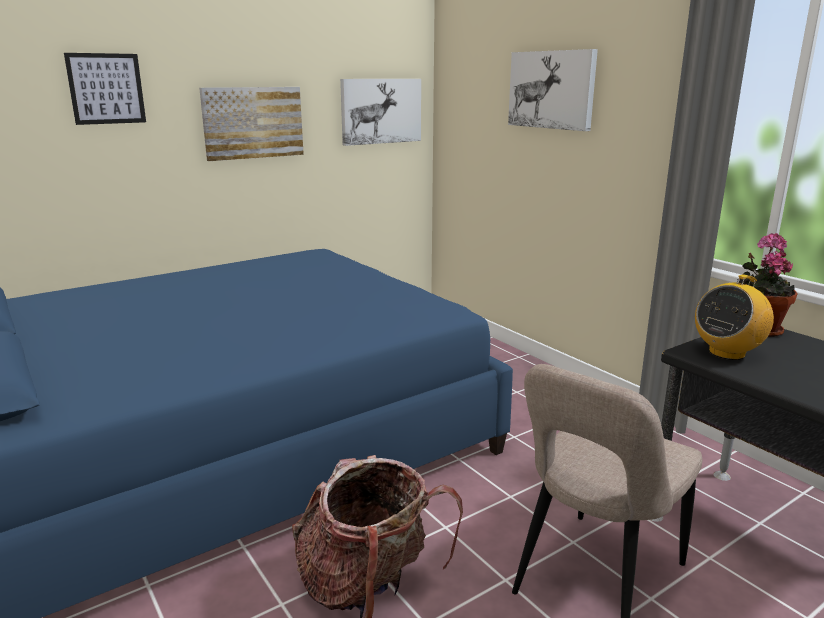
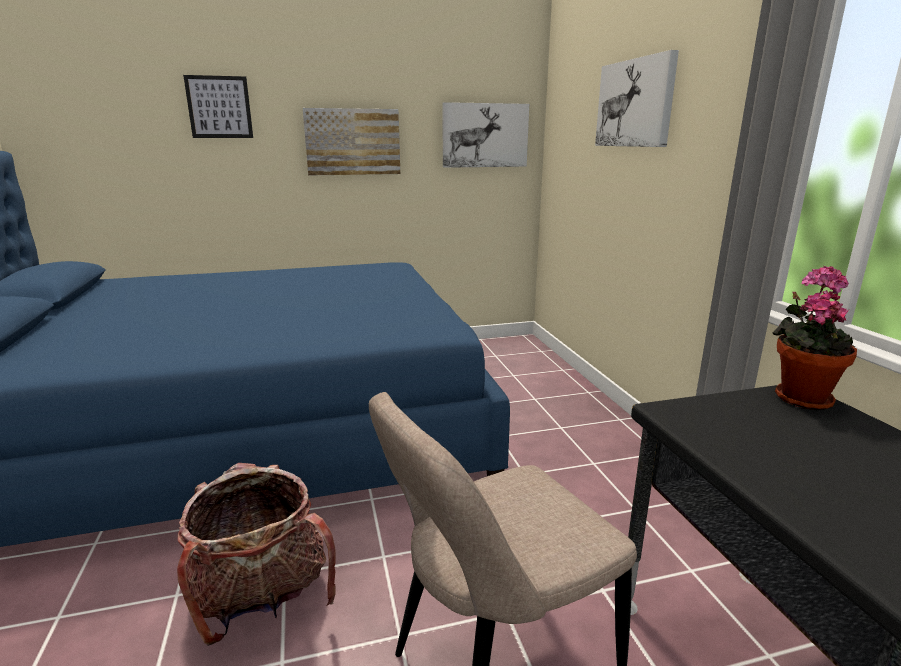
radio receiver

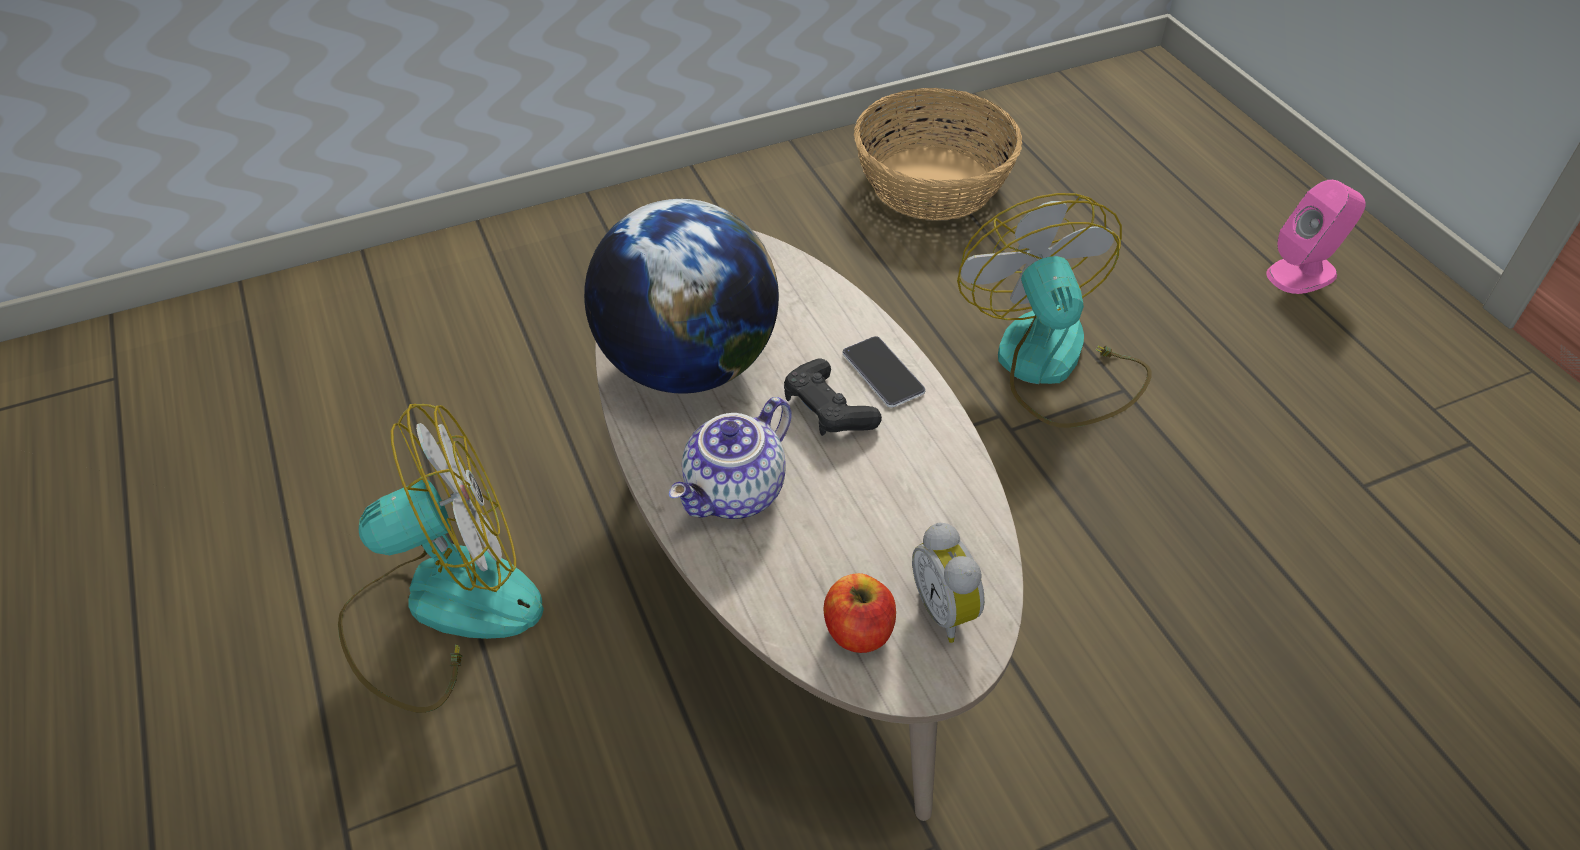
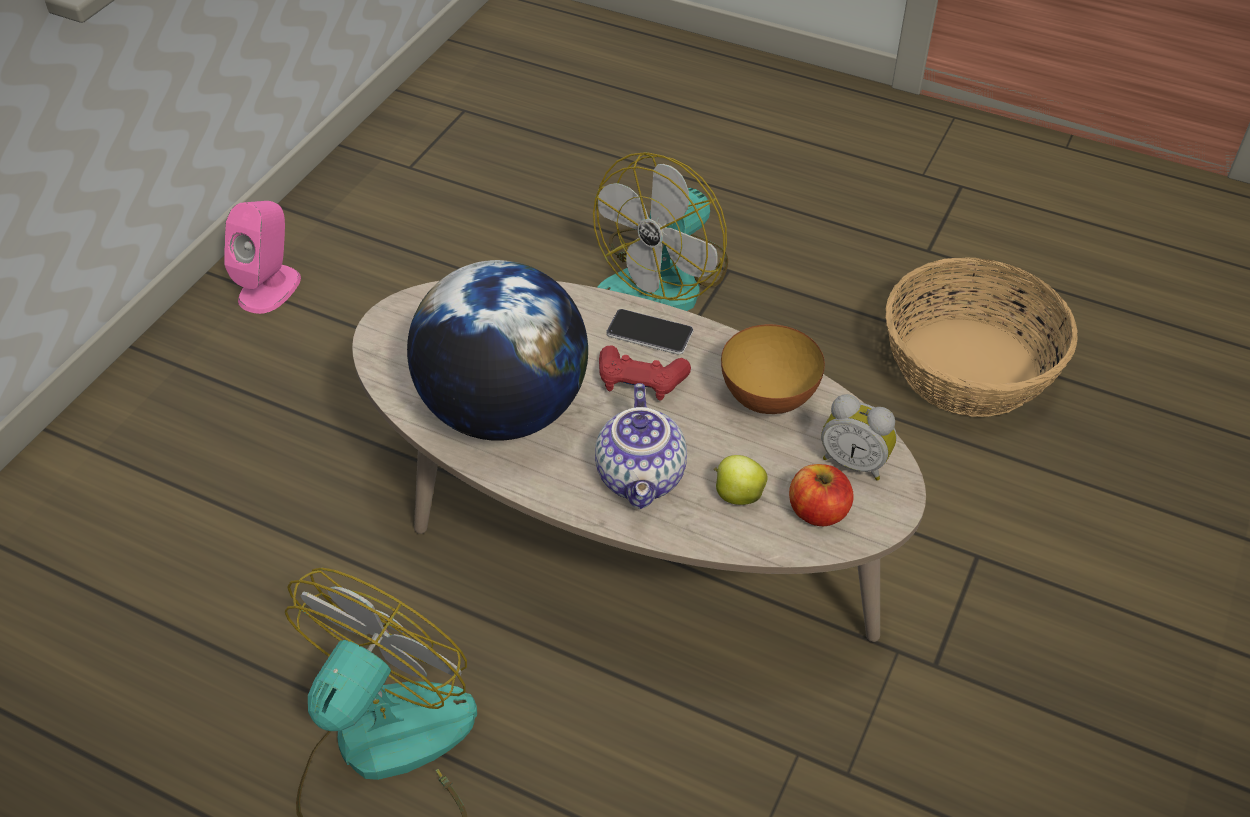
apple (1st from left)
deep dish
household basket
pink audio speaker
red game controller
electric fan (2nd from left)

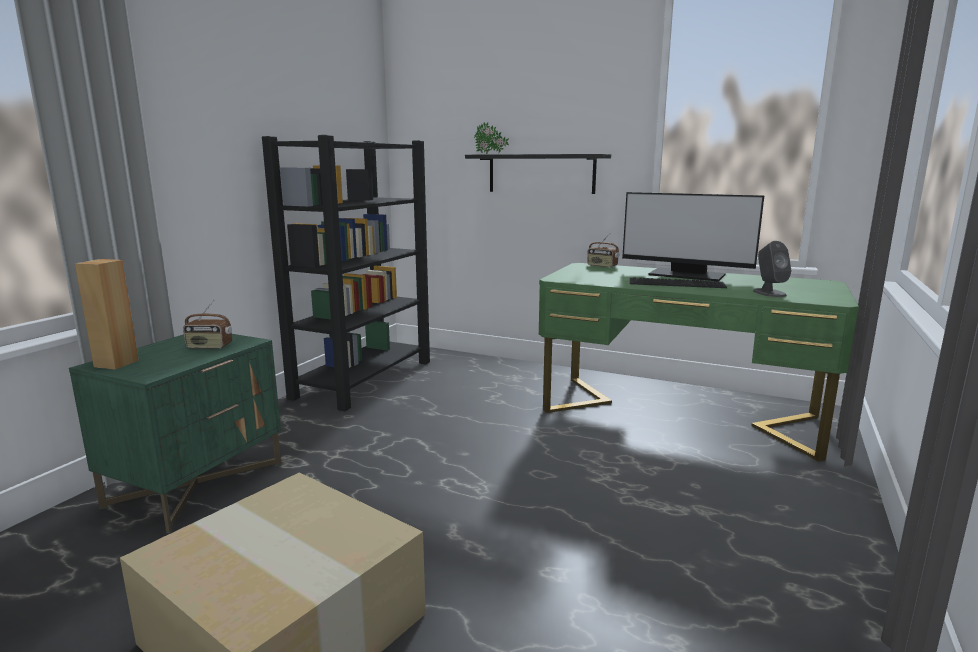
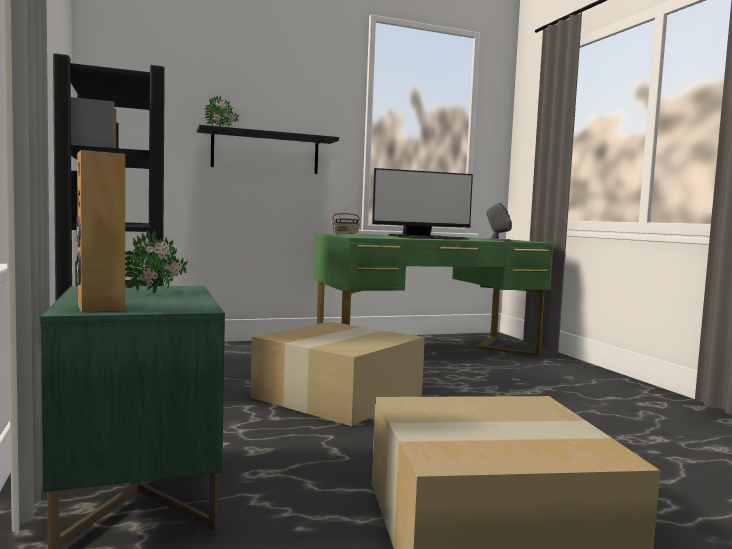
cardboard box (1st from left)
houseplant (1st from left)

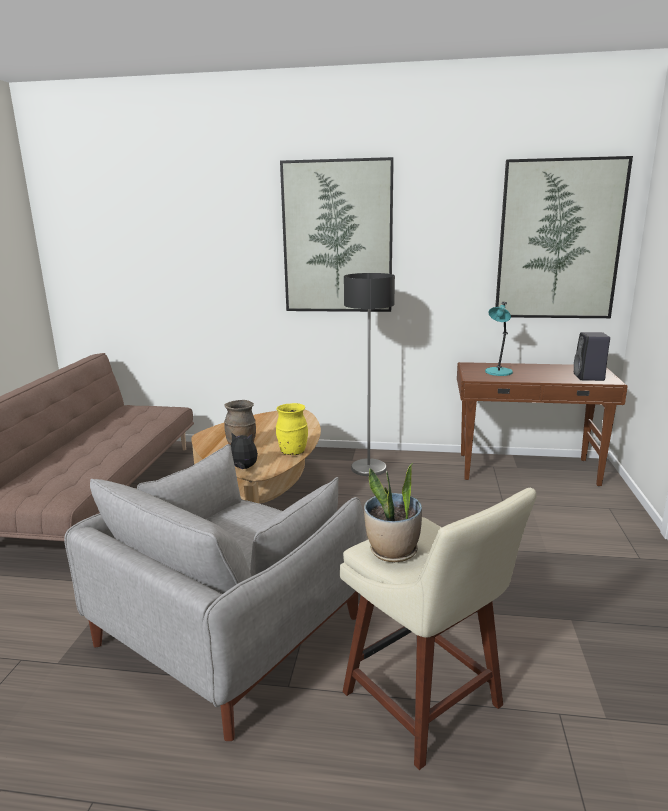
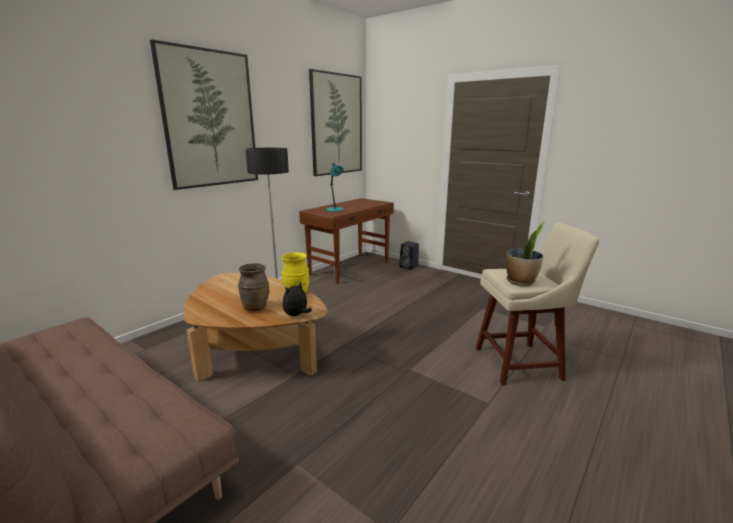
greyish armchair
blackish audio speaker

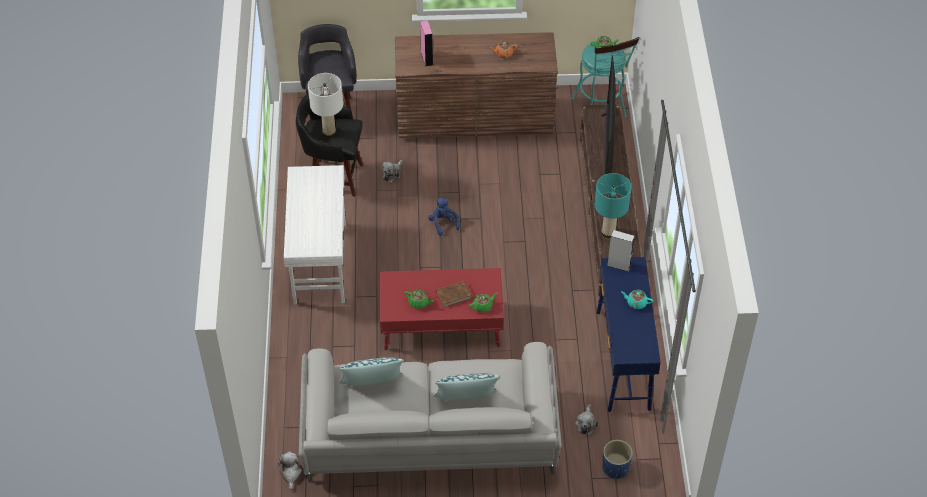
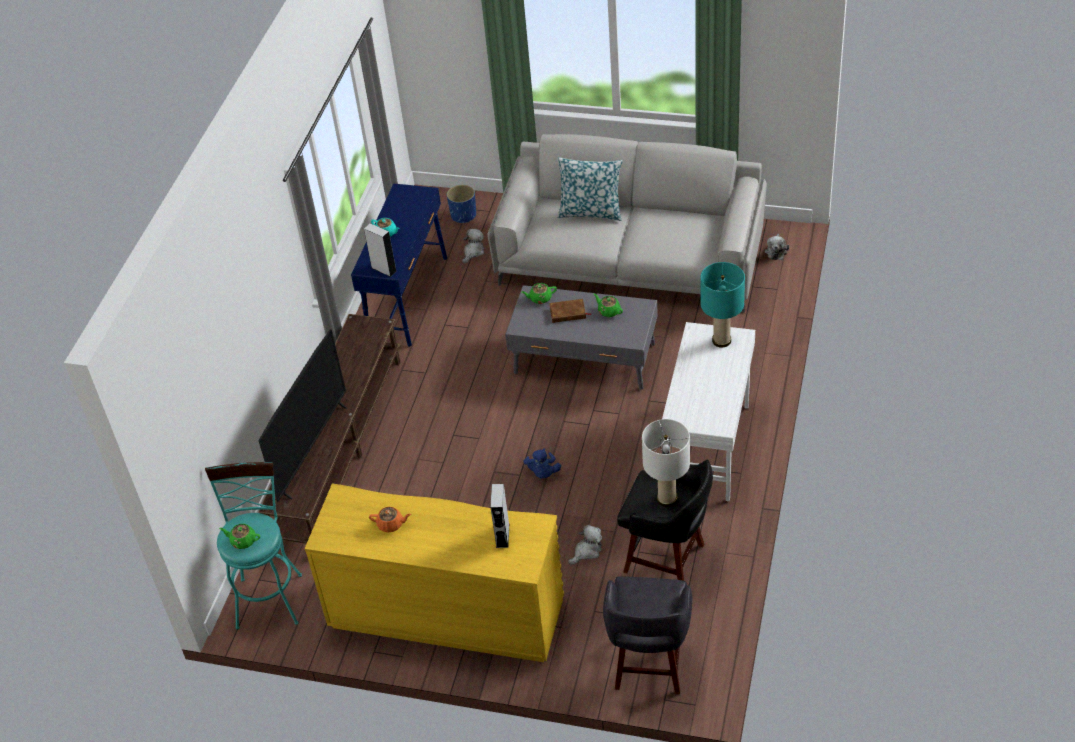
cushion (1st from left in the first image)
turquoise-coloured tabletop lamp
greyish low table
yellowish chest of drawers
greyish audio speaker (2nd from left)

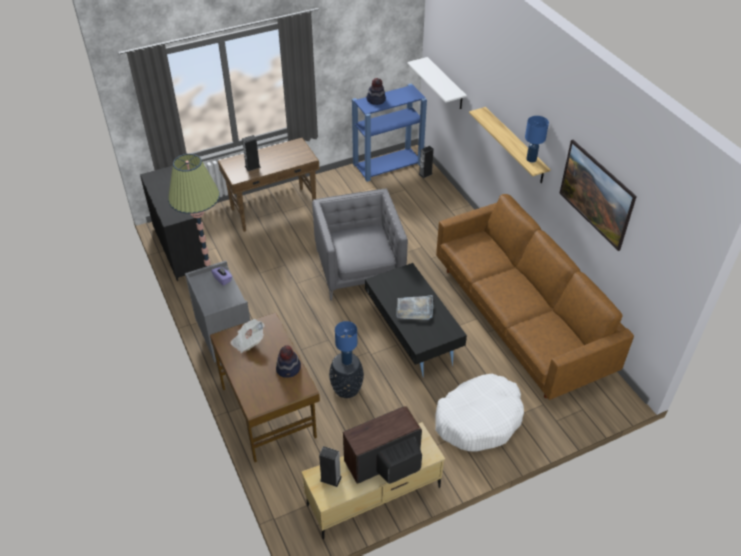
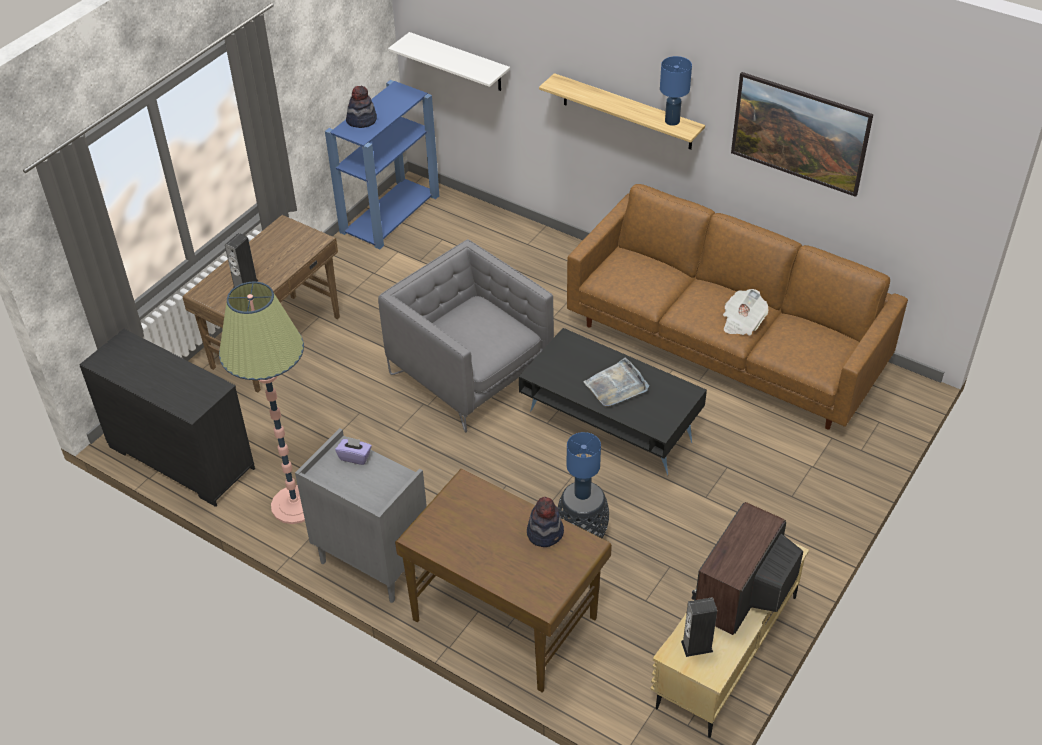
audio speaker (3rd from left in the first image)
white-coloured dog bed
daily paper

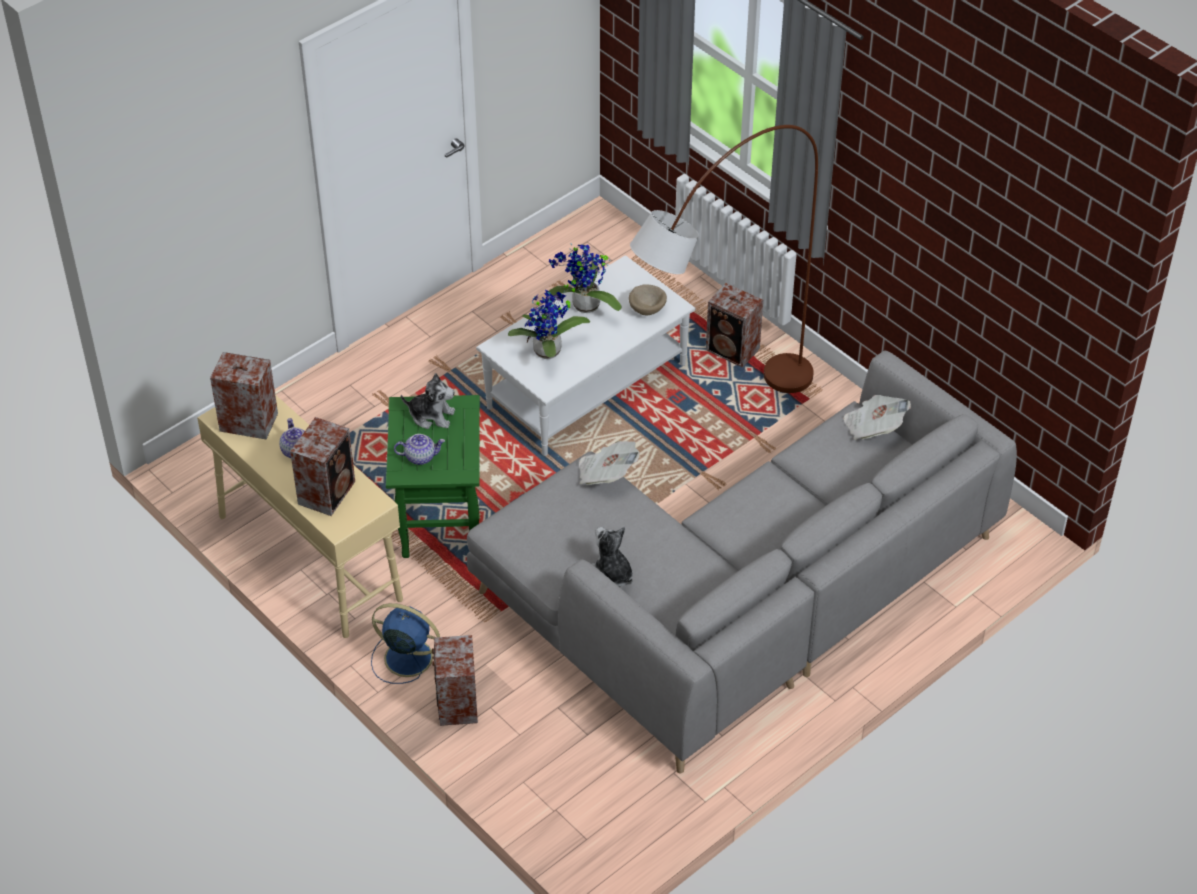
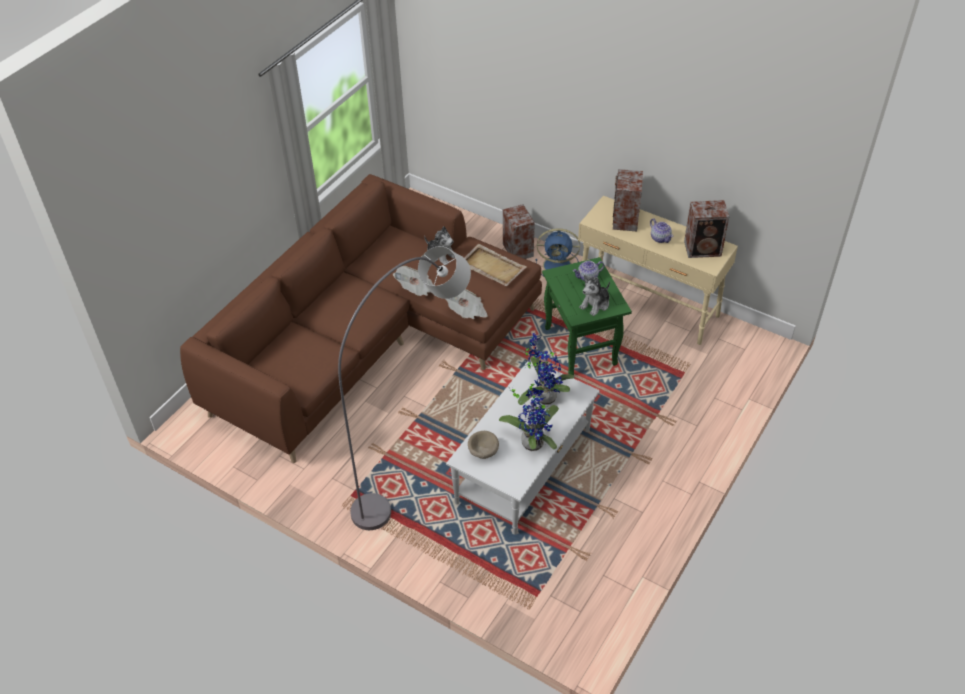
audio speaker (4th from left in the first image)
beige serving tray
daily paper (1st from left)
brown sofa
greyish standard lamp
plush toy (2nd from left)

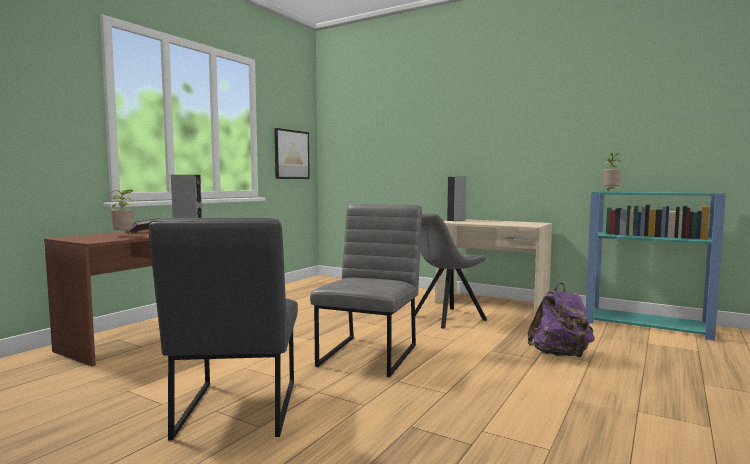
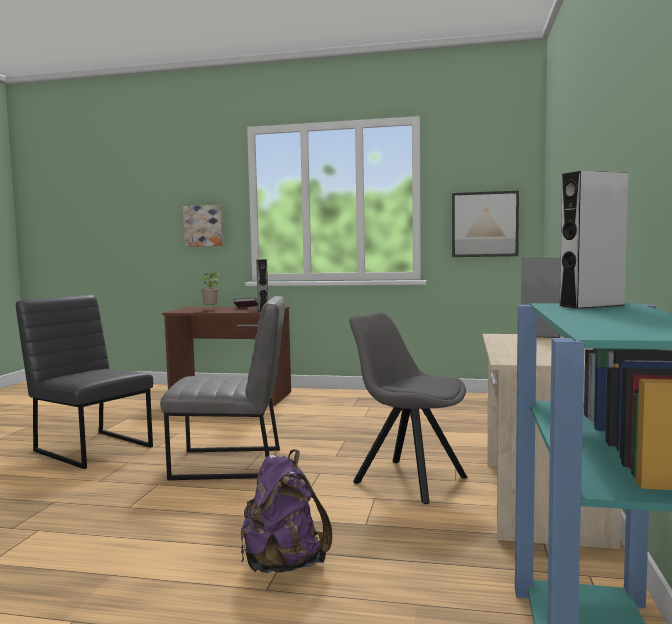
wall art (1st from left)
greyish audio speaker (3rd from left)
greyish plain chair (1st from left)

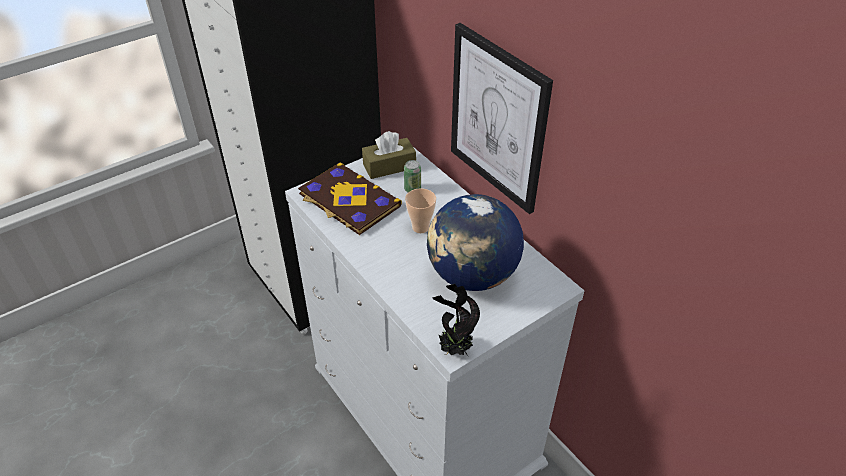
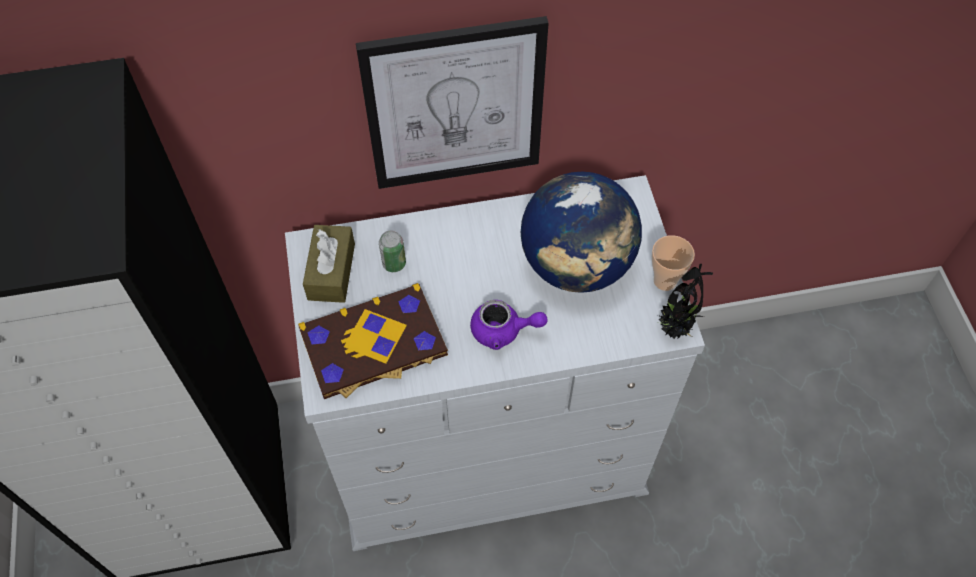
purple-coloured tea pot
cup

